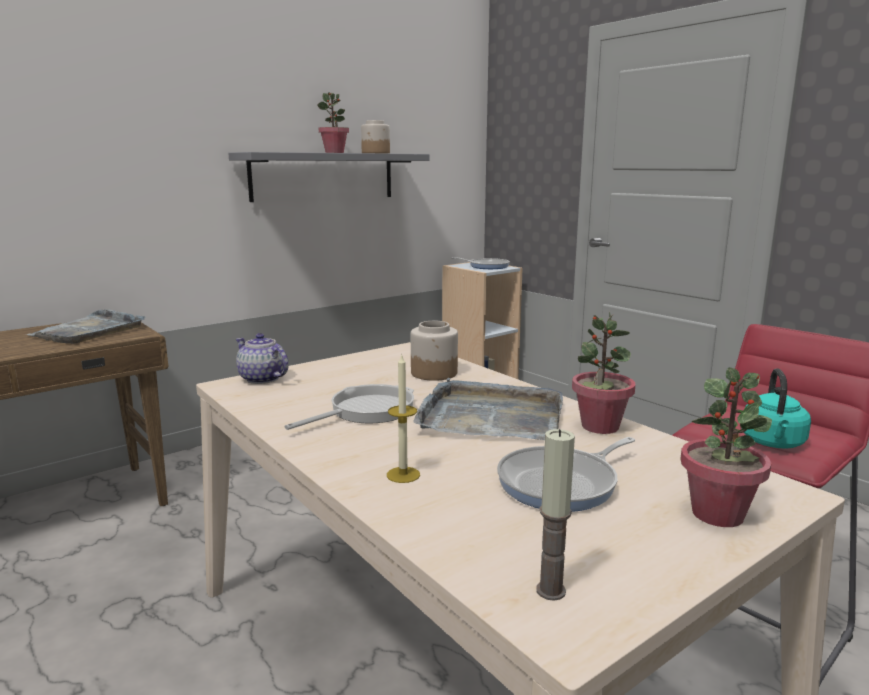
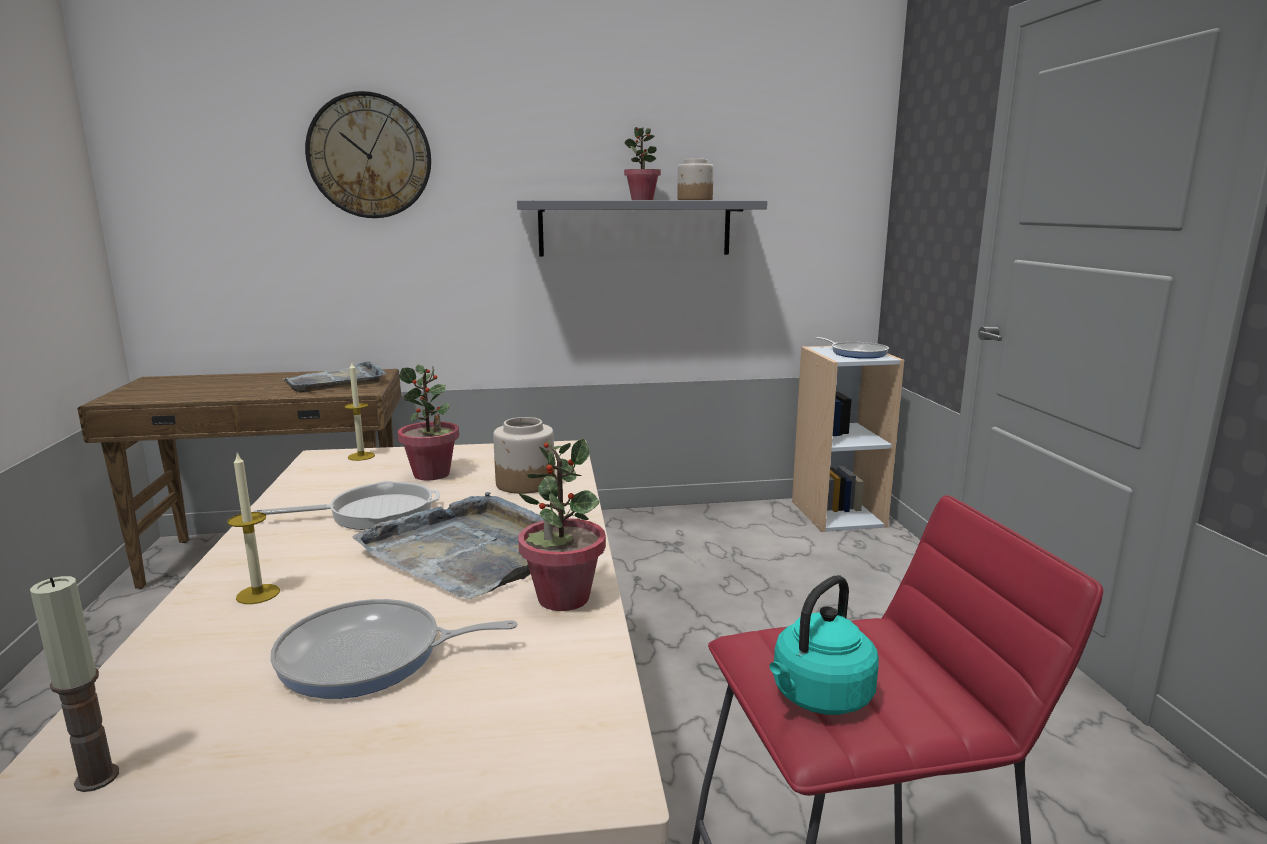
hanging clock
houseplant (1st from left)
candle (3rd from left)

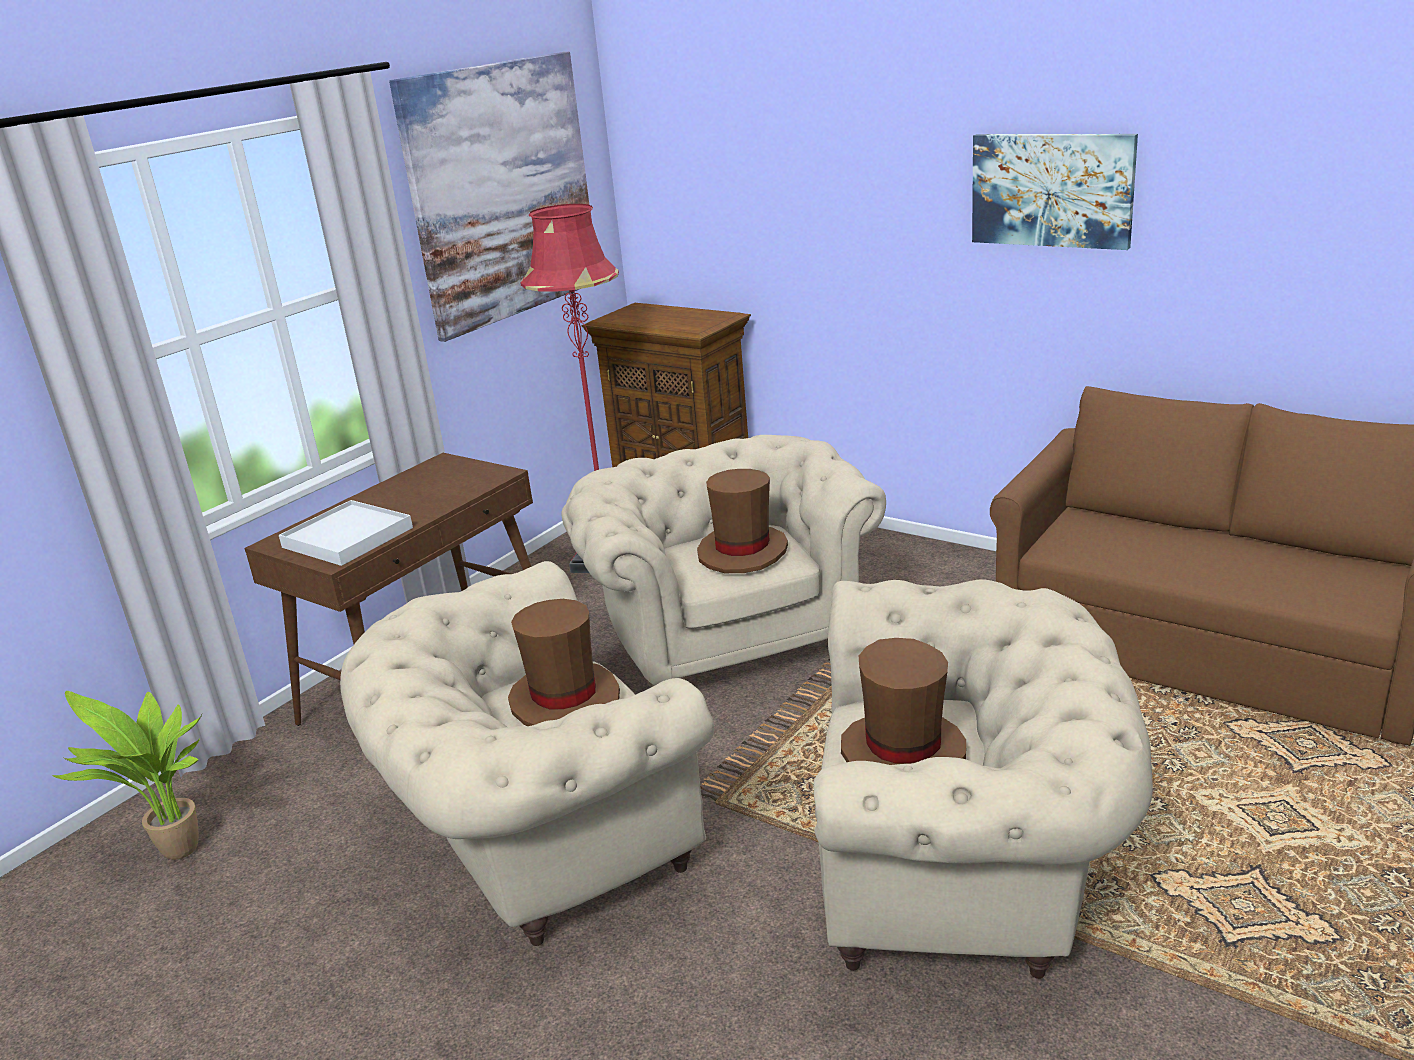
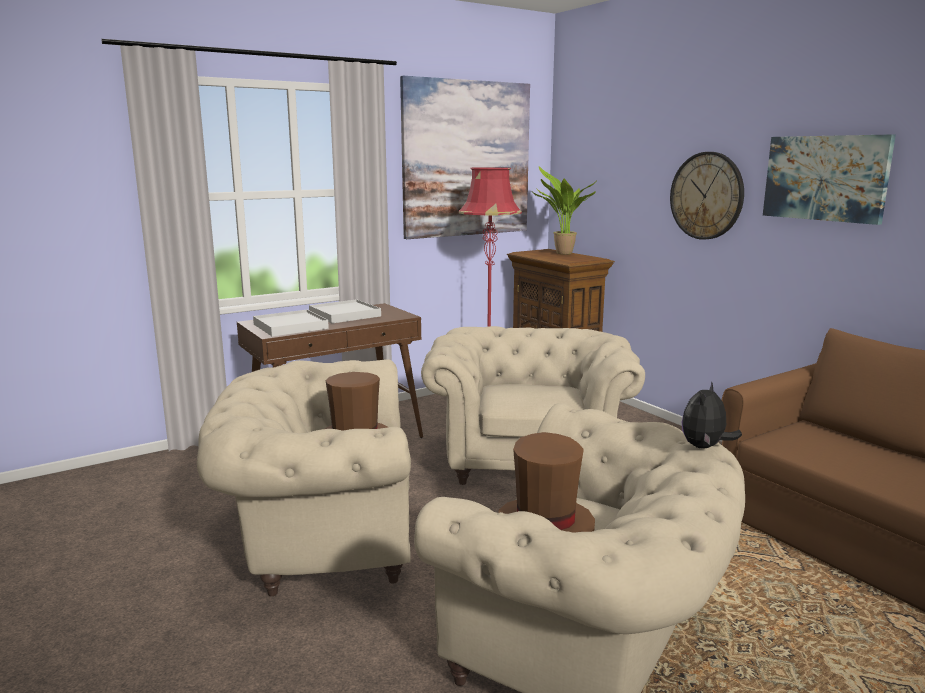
brown hat (2nd from left in the first image)
white-coloured serving tray (2nd from left)
hanging clock
plush toy
houseplant

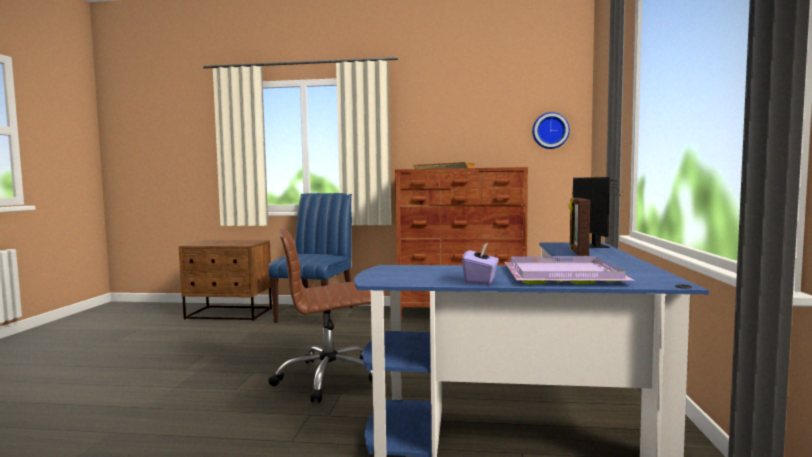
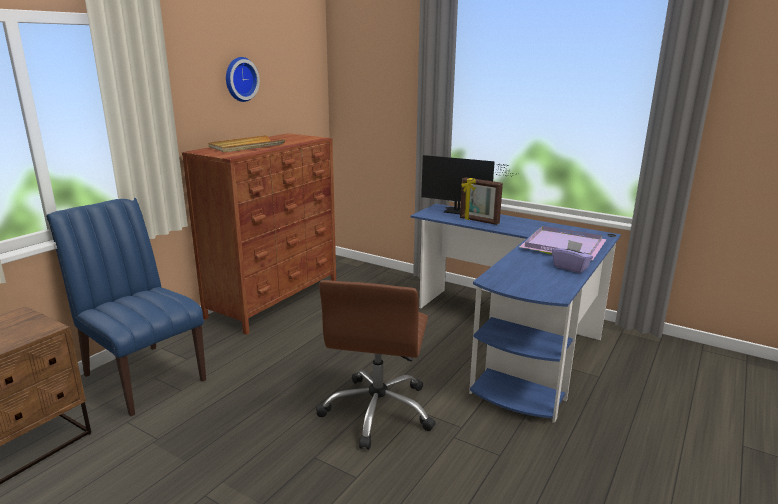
hanging clock

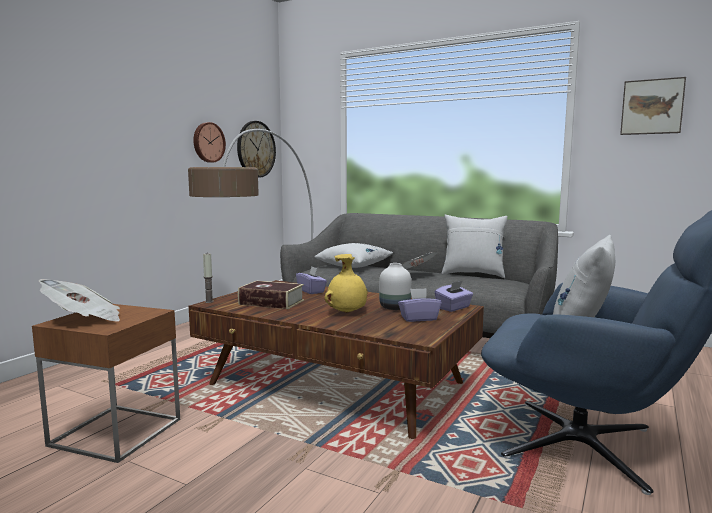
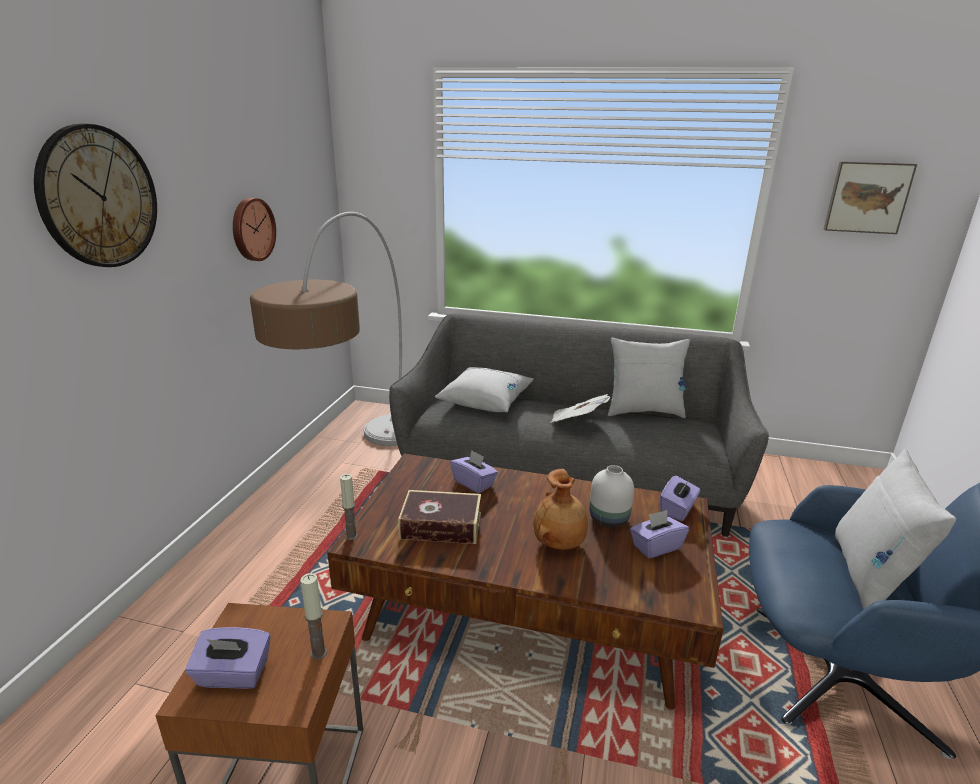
candle (1st from left)
hanging clock (1st from left)
purple-coloured box of tissues (1st from left)
brown decorative vase

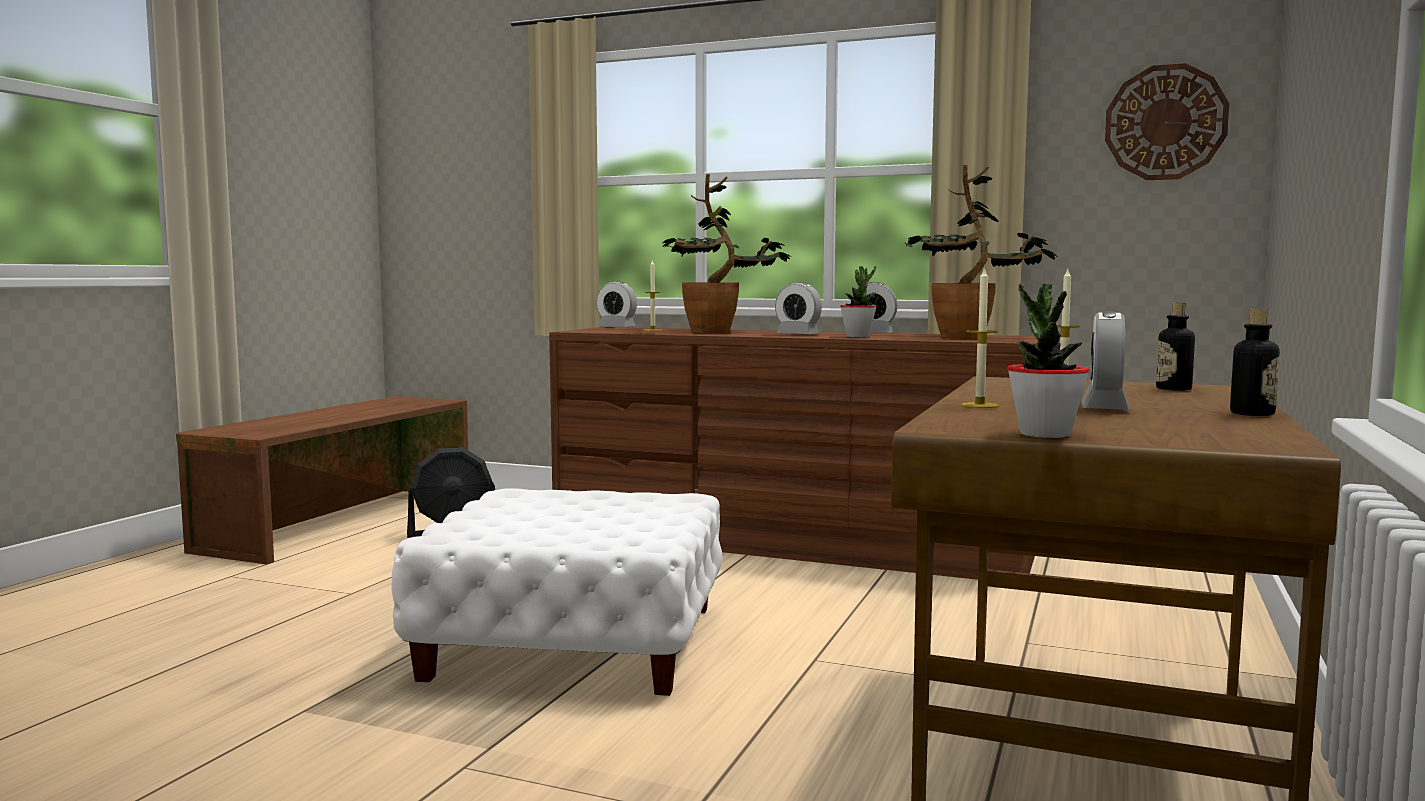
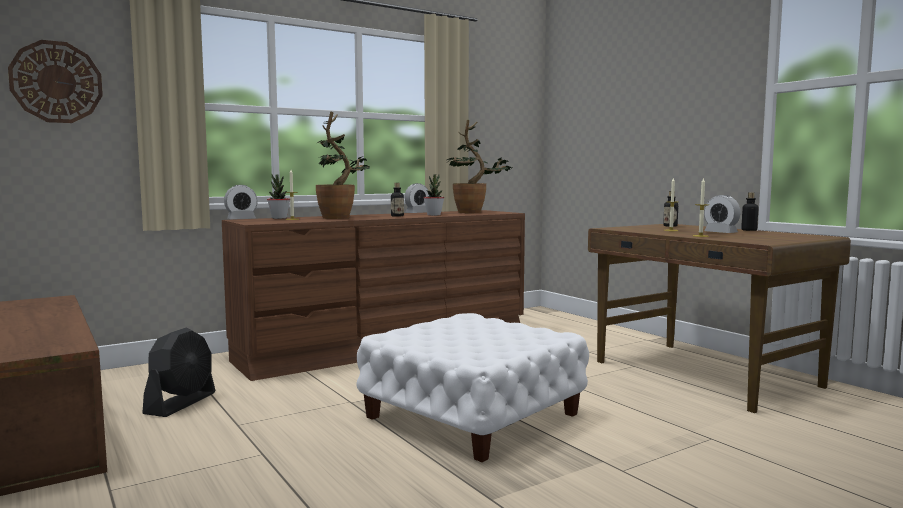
houseplant (1st from left)
hanging clock
drink bottle (1st from left)

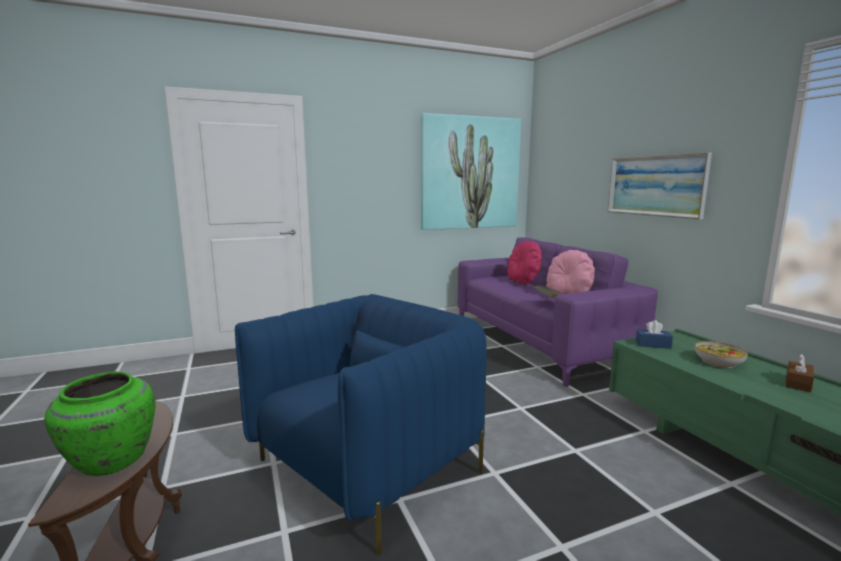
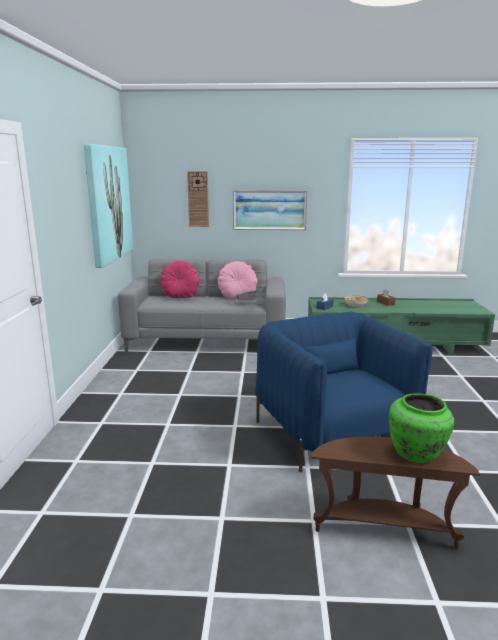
hanging clock
greyish sofa

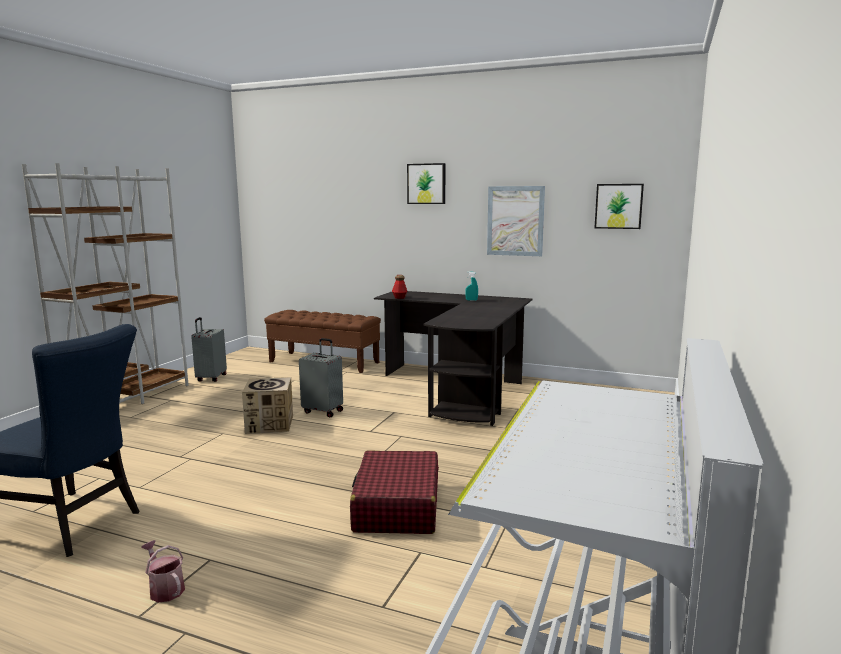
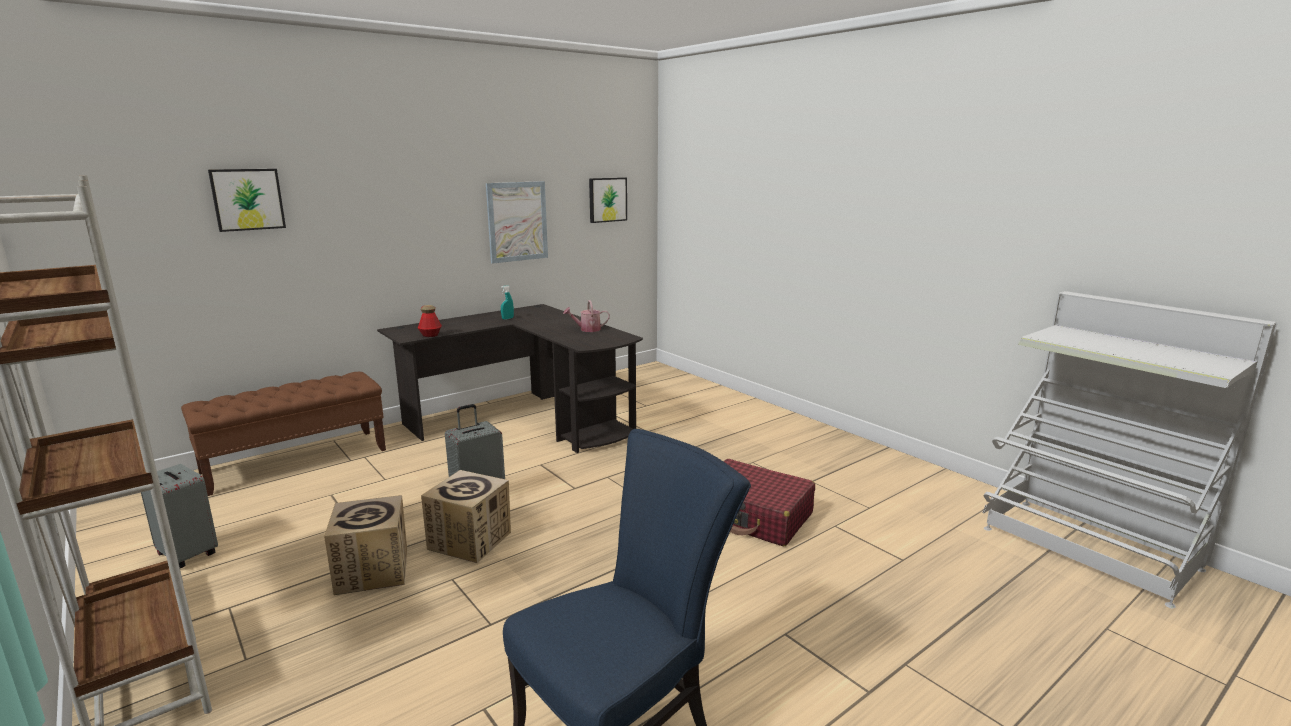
cardboard box (1st from left)
watering can
wall art (1st from left)

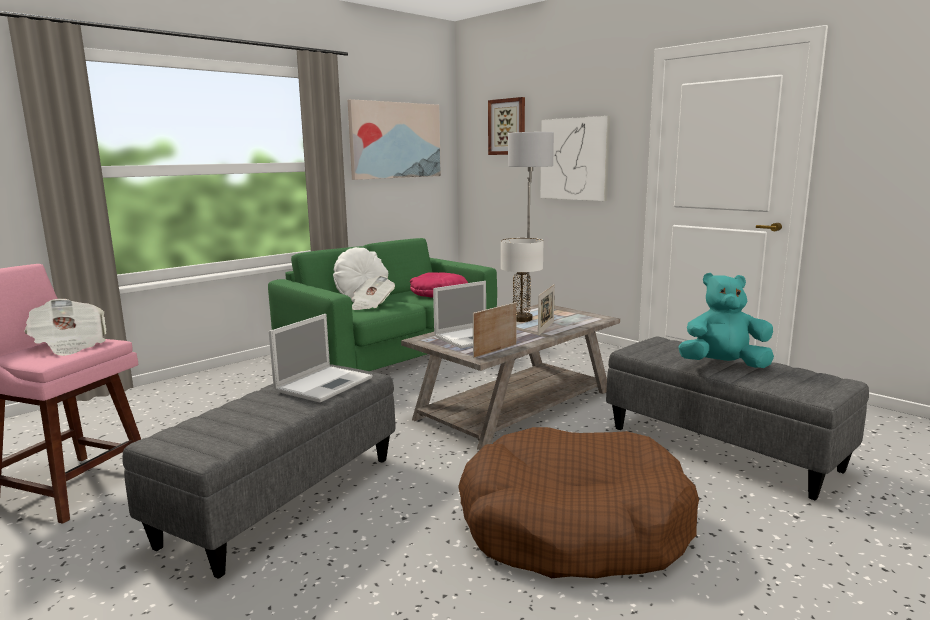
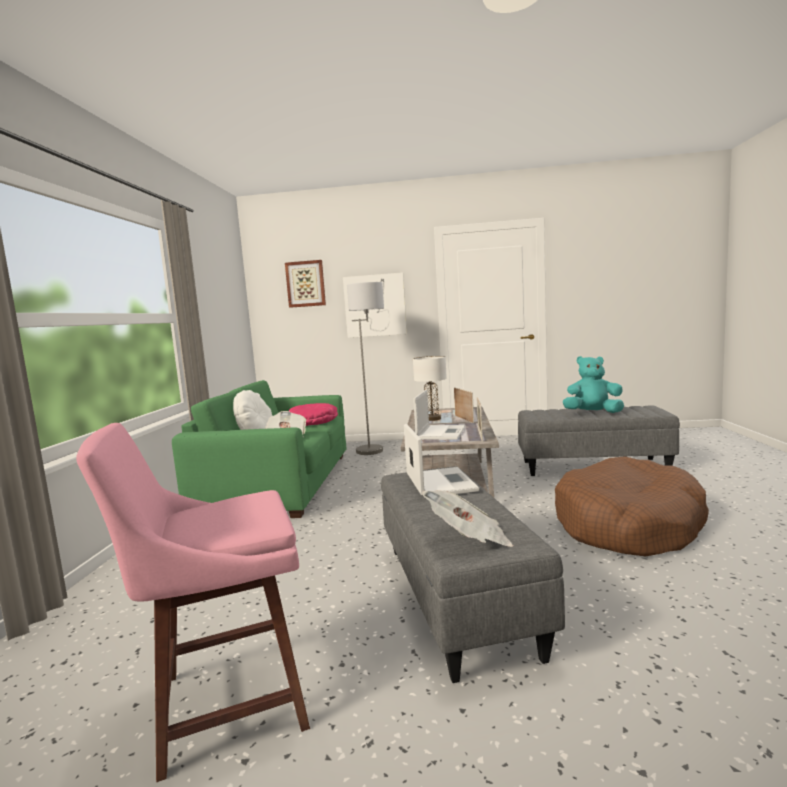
wall art (1st from left in the first image)
daily paper (2nd from left)
turquoise-coloured plush toy

